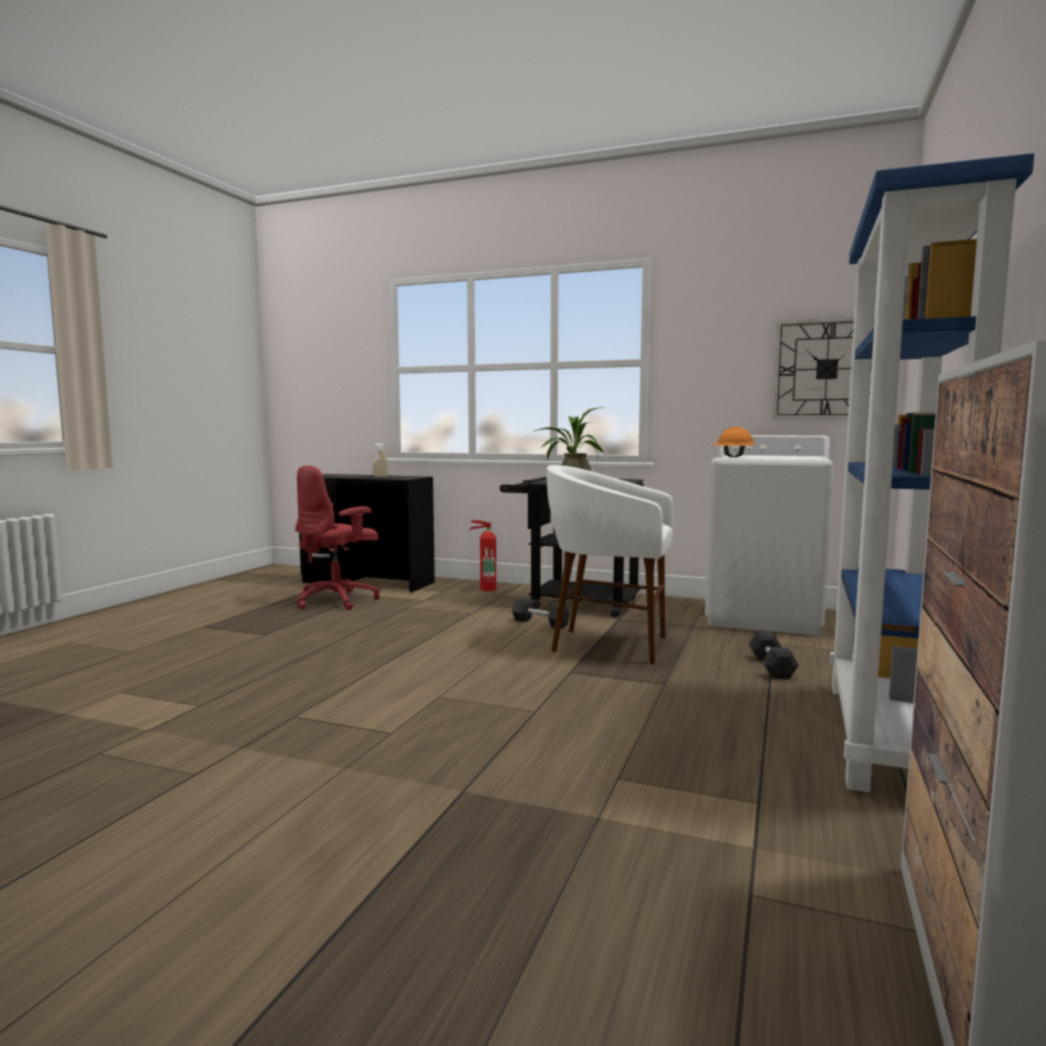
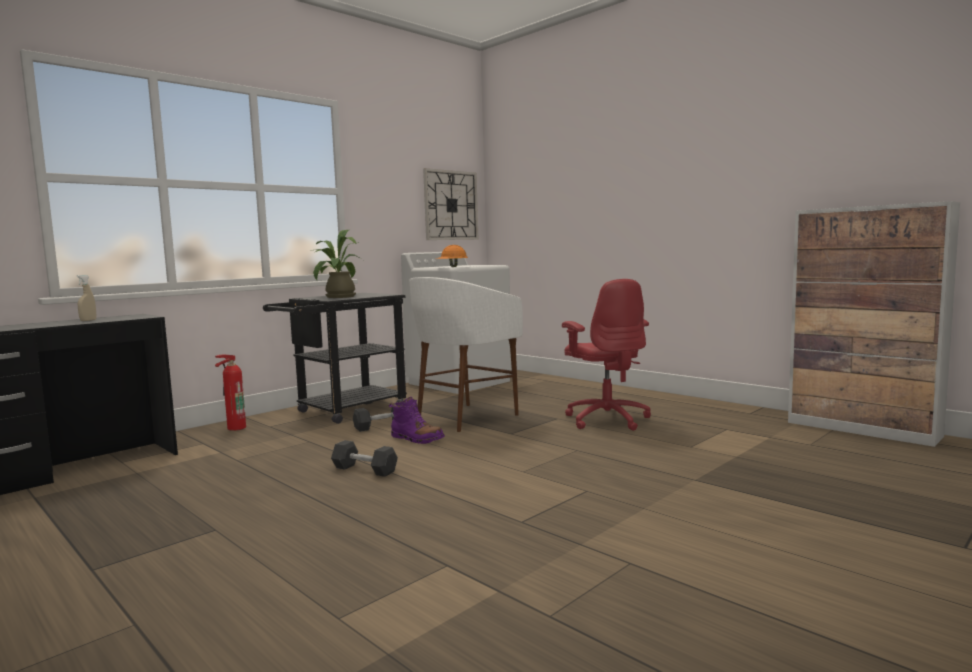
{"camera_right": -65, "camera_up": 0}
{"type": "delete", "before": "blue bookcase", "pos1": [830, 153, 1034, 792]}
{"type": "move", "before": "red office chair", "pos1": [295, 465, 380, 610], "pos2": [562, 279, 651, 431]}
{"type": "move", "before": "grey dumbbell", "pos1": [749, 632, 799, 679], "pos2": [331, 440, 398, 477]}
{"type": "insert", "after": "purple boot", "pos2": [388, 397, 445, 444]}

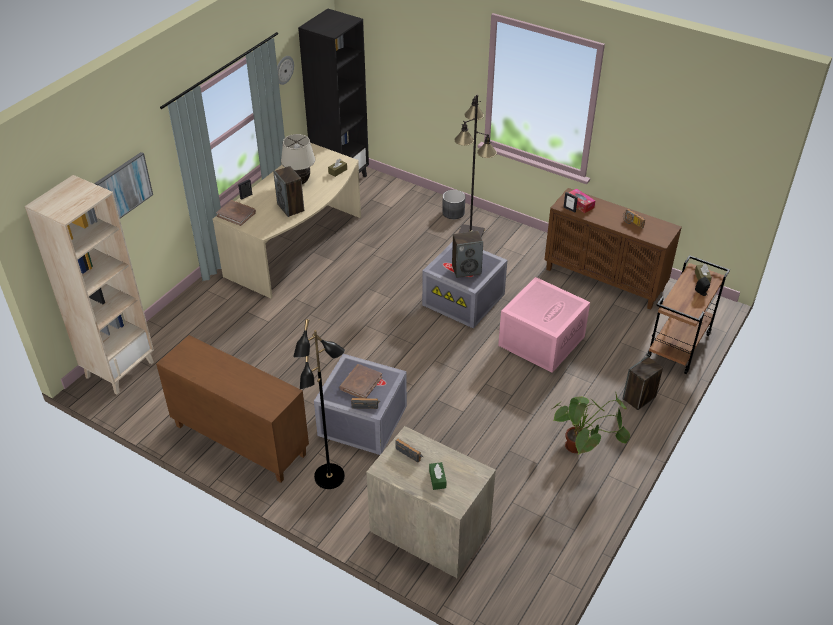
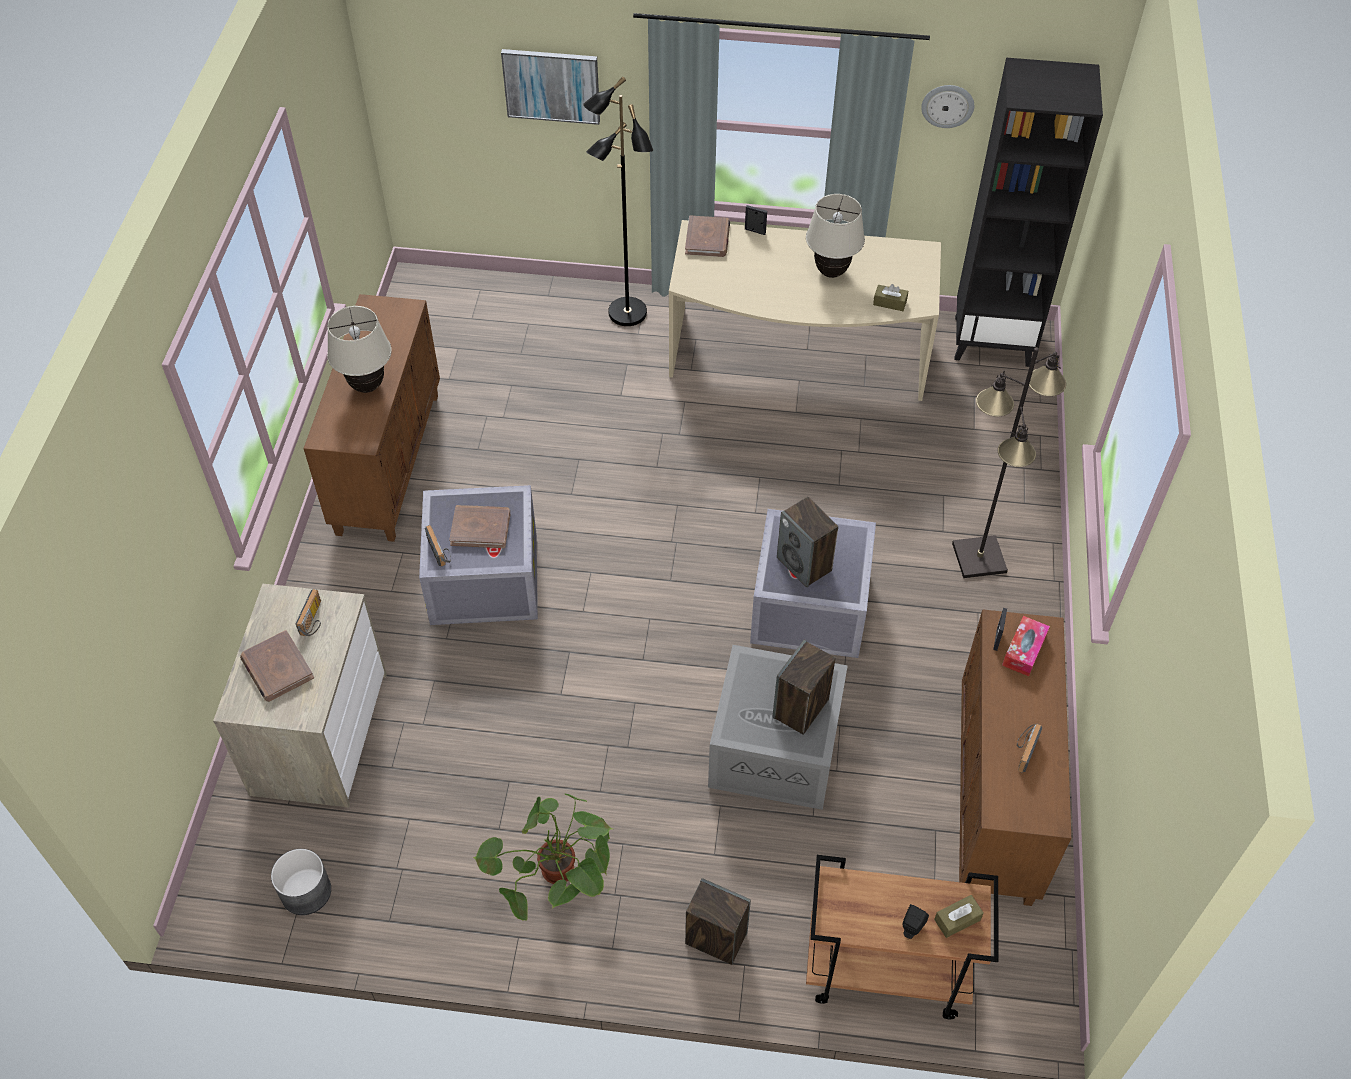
{"camera_right": 65, "camera_up": 10}
{"type": "move", "before": "speaker", "pos1": [273, 166, 304, 217], "pos2": [773, 640, 836, 735]}
{"type": "delete", "before": "beige bookcase", "pos1": [25, 175, 154, 394]}
{"type": "move", "before": "grey planter", "pos1": [442, 190, 465, 219], "pos2": [271, 849, 331, 915]}
{"type": "recolor", "before": "pink storage box", "after": "grey storage box", "pos1": [498, 277, 590, 373], "pos2": [708, 645, 848, 810]}
{"type": "move", "before": "black floor lamp", "pos1": [293, 319, 345, 489], "pos2": [583, 76, 653, 326]}
{"type": "replace", "before": "green tissue box", "after": "brown book", "pos1": [429, 462, 446, 490], "pos2": [240, 630, 314, 702]}
{"type": "insert", "after": "beige table lamp", "pos2": [327, 306, 392, 393]}

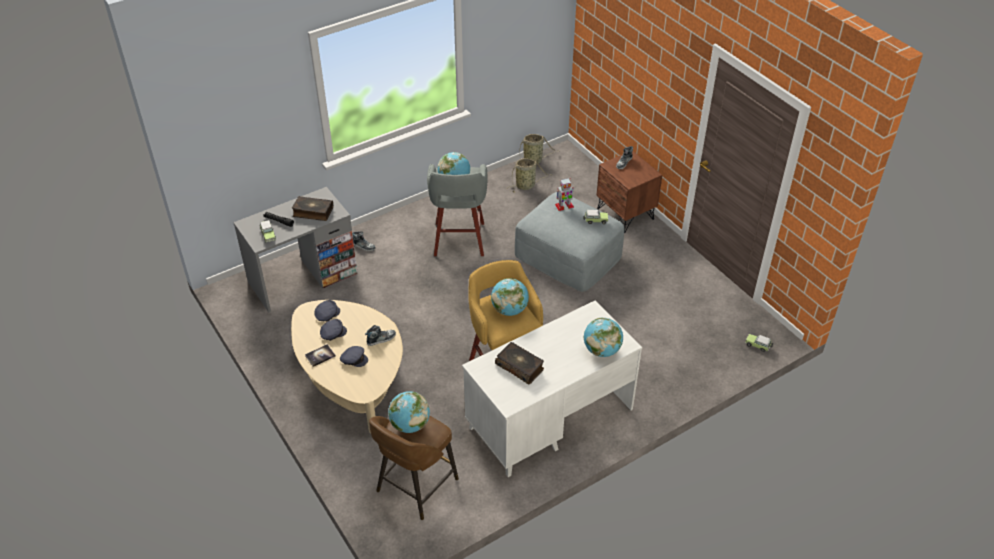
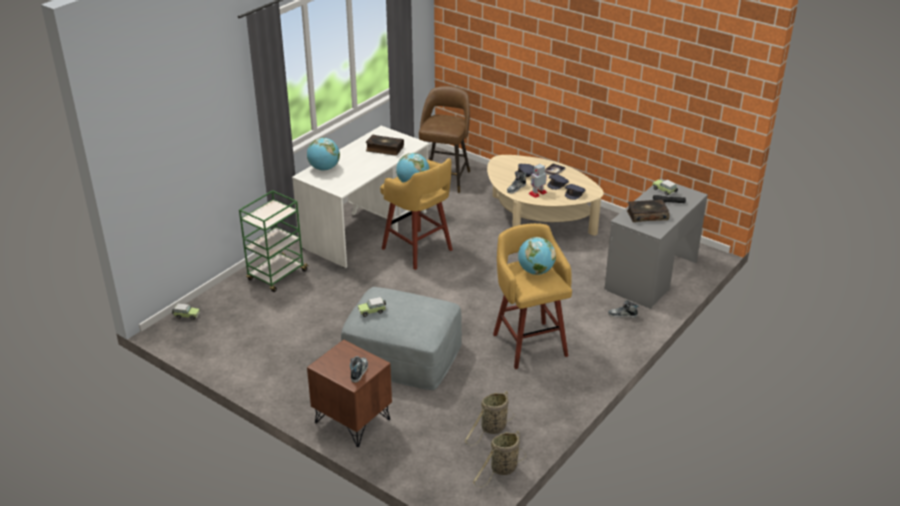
{"camera_right": 160, "camera_up": -10}
{"type": "recolor", "before": "grey stool", "after": "yellow stool", "pos1": [427, 164, 488, 256], "pos2": [493, 223, 572, 369]}
{"type": "move", "before": "toy robot", "pos1": [555, 178, 574, 211], "pos2": [529, 164, 547, 198]}
{"type": "delete", "before": "globe", "pos1": [388, 391, 430, 433]}
{"type": "insert", "after": "green cart", "pos2": [239, 190, 309, 292]}

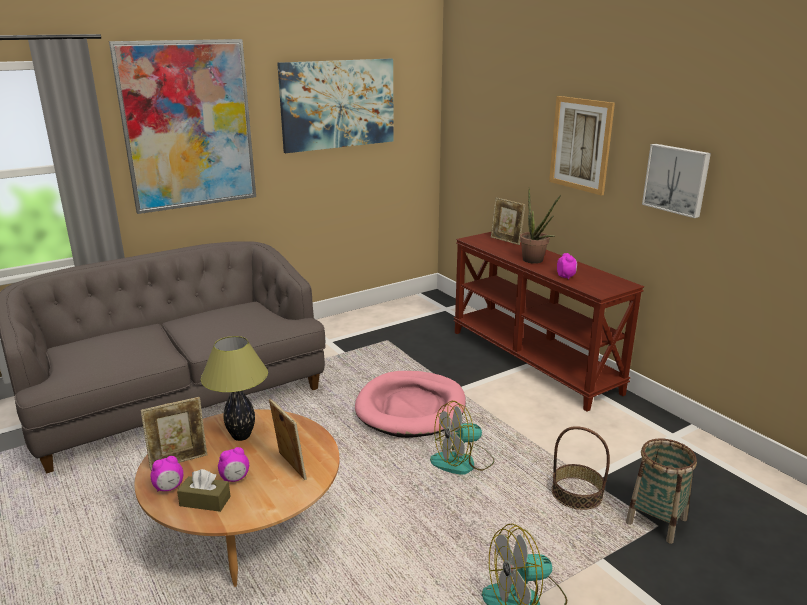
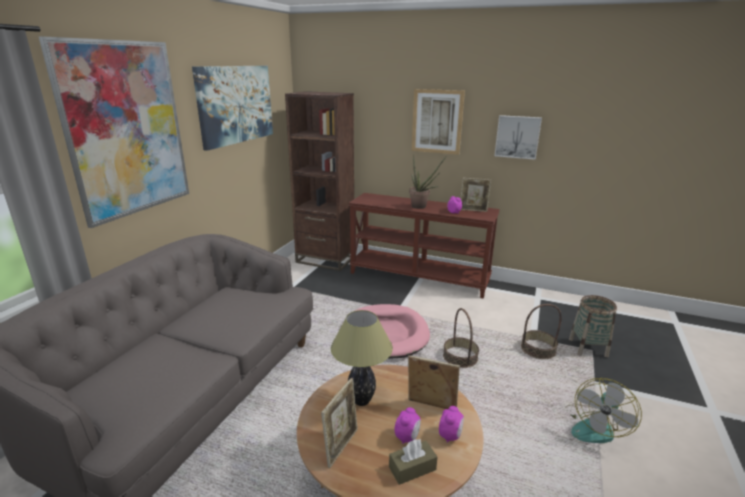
{"camera_right": -35, "camera_up": 0}
{"type": "move", "before": "picture frame", "pos1": [491, 197, 525, 245], "pos2": [461, 178, 491, 212]}
{"type": "replace", "before": "fan", "after": "basket", "pos1": [430, 401, 494, 475], "pos2": [443, 308, 479, 368]}
{"type": "move", "before": "alarm clock", "pos1": [150, 456, 184, 492], "pos2": [439, 406, 464, 443]}
{"type": "insert", "after": "brown bookcase", "pos2": [285, 91, 354, 271]}

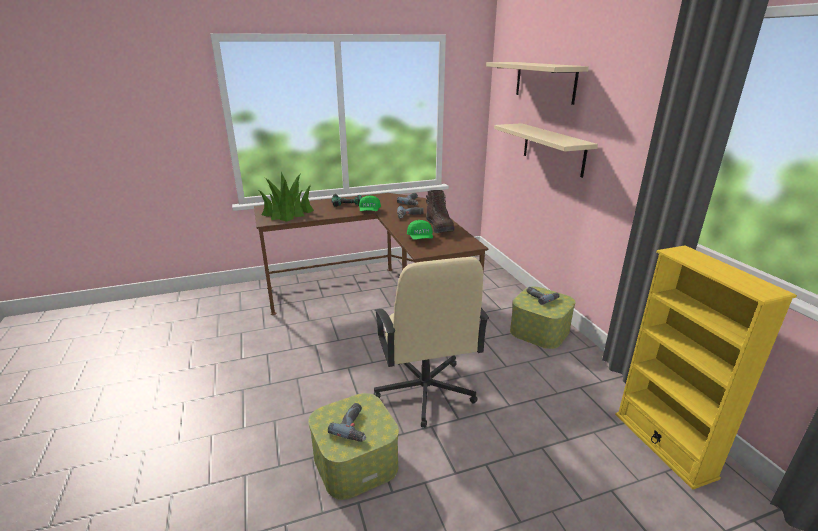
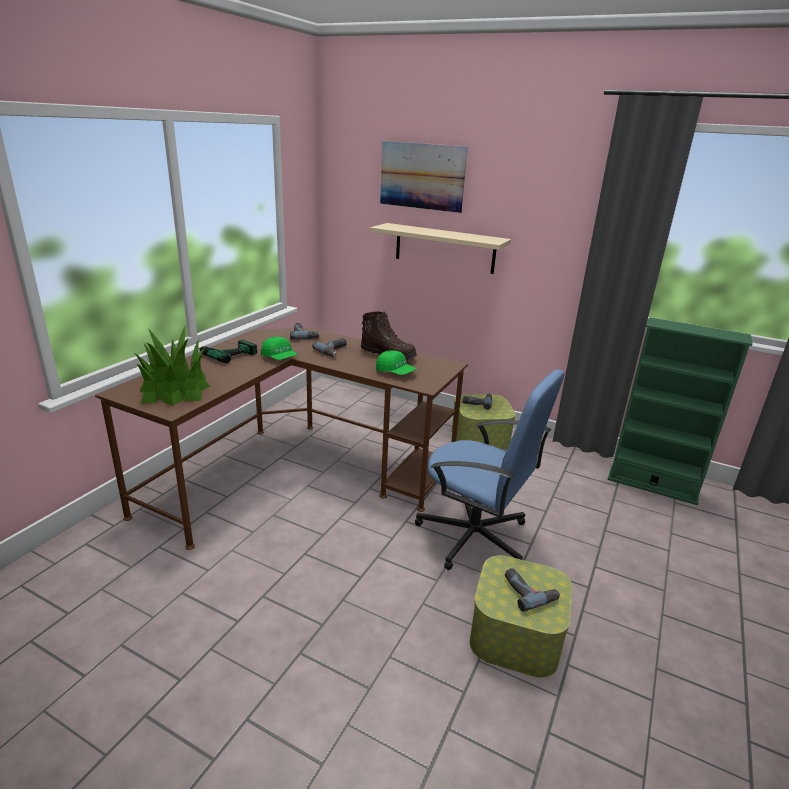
{"camera_right": -45, "camera_up": 0}
{"type": "replace", "before": "beige shelf", "after": "picture", "pos1": [486, 62, 589, 105], "pos2": [380, 141, 468, 213]}
{"type": "recolor", "before": "yellow bookcase", "after": "green bookcase", "pos1": [615, 245, 797, 490], "pos2": [607, 317, 753, 505]}
{"type": "recolor", "before": "beige office chair", "after": "blue office chair", "pos1": [374, 257, 489, 428], "pos2": [415, 369, 565, 570]}

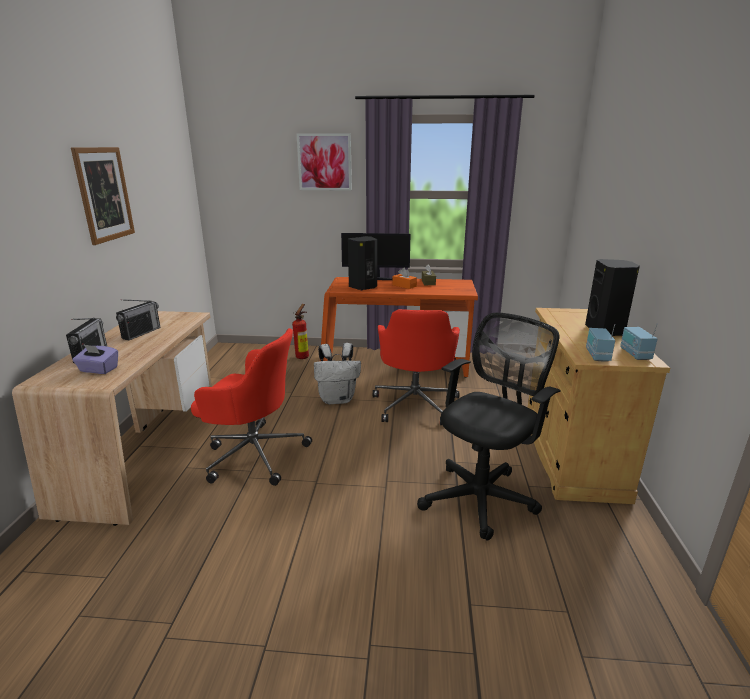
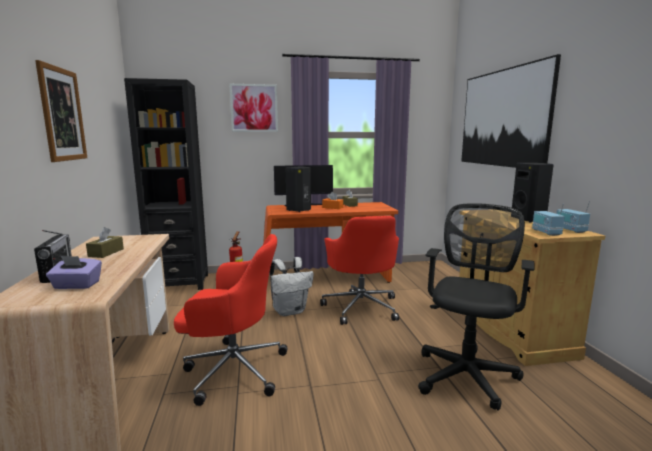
{"camera_right": -15, "camera_up": -10}
{"type": "replace", "before": "radio", "after": "brown tissue box", "pos1": [116, 299, 161, 340], "pos2": [86, 227, 124, 258]}
{"type": "insert", "after": "picture", "pos2": [461, 54, 561, 168]}
{"type": "insert", "after": "black bookcase", "pos2": [124, 78, 208, 290]}

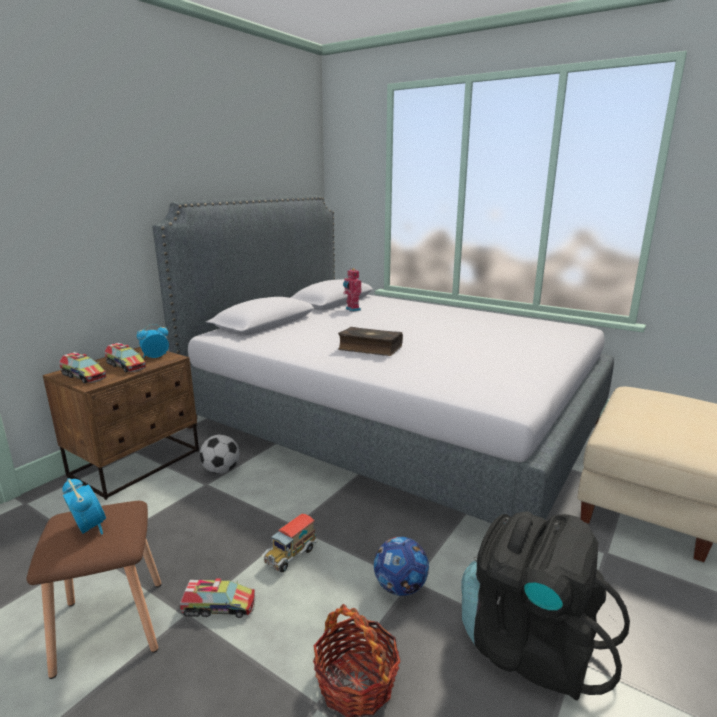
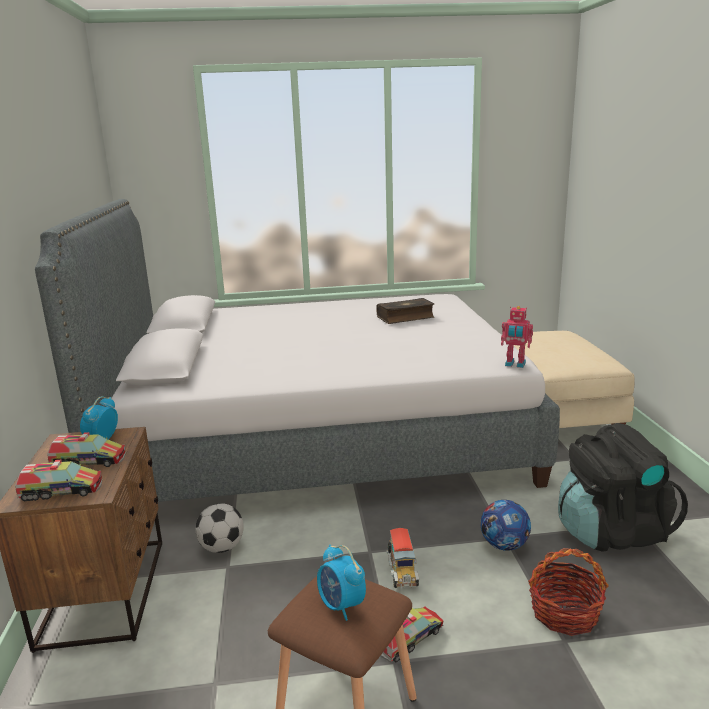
{"camera_right": -40, "camera_up": 0}
{"type": "move", "before": "toy robot", "pos1": [343, 268, 361, 312], "pos2": [501, 306, 533, 368]}
{"type": "move", "before": "book", "pos1": [338, 327, 403, 356], "pos2": [376, 298, 434, 324]}
{"type": "rotate", "before": "alarm clock", "pos1": [62, 478, 106, 535], "pos2": [317, 545, 366, 621], "turn": -135}

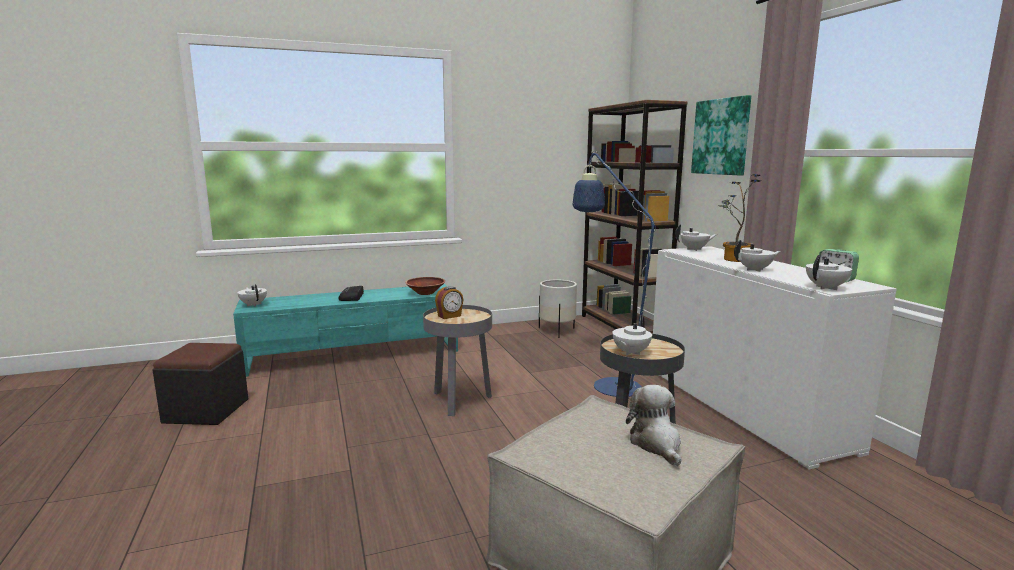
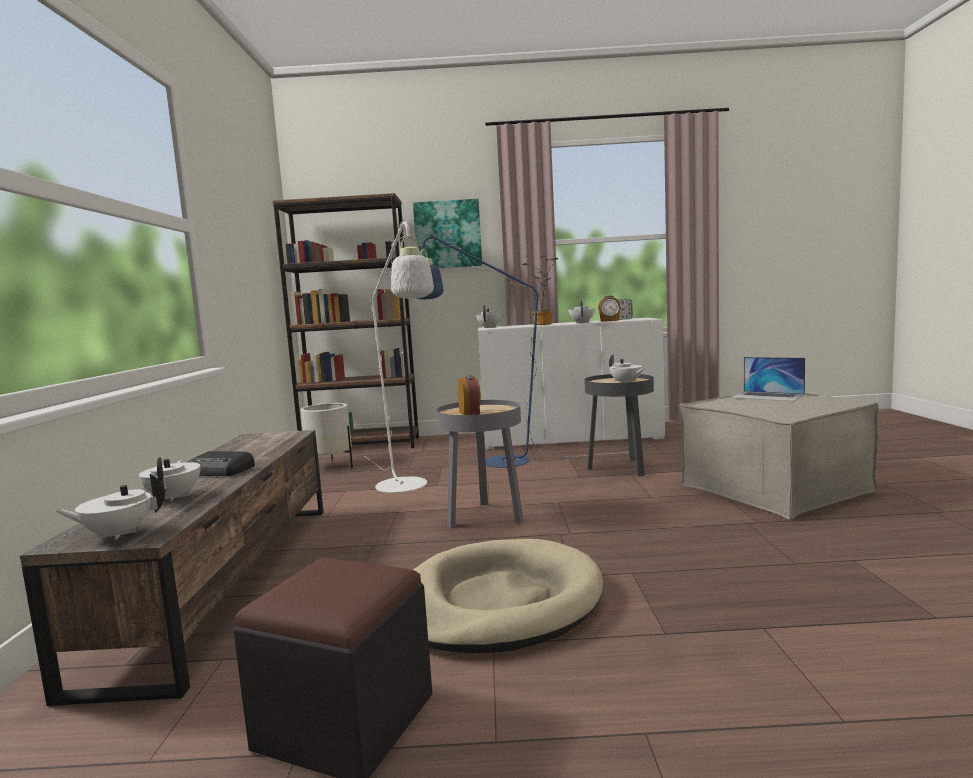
{"camera_right": -70, "camera_up": -5}
{"type": "move", "before": "white teapot", "pos1": [806, 255, 852, 290], "pos2": [139, 457, 200, 502]}
{"type": "delete", "before": "brown bowl", "pos1": [405, 277, 445, 295]}
{"type": "recolor", "before": "turquoise tv stand", "after": "brown tv stand", "pos1": [233, 284, 458, 377], "pos2": [20, 430, 324, 706]}
{"type": "replace", "before": "plush toy", "after": "laptop", "pos1": [626, 385, 681, 466], "pos2": [731, 357, 805, 401]}
{"type": "insert", "after": "white floor lamp", "pos2": [364, 220, 434, 493]}
{"type": "insert", "after": "alarm clock", "pos2": [598, 295, 621, 322]}
{"type": "insert", "after": "beige dog bed", "pos2": [413, 539, 603, 653]}

